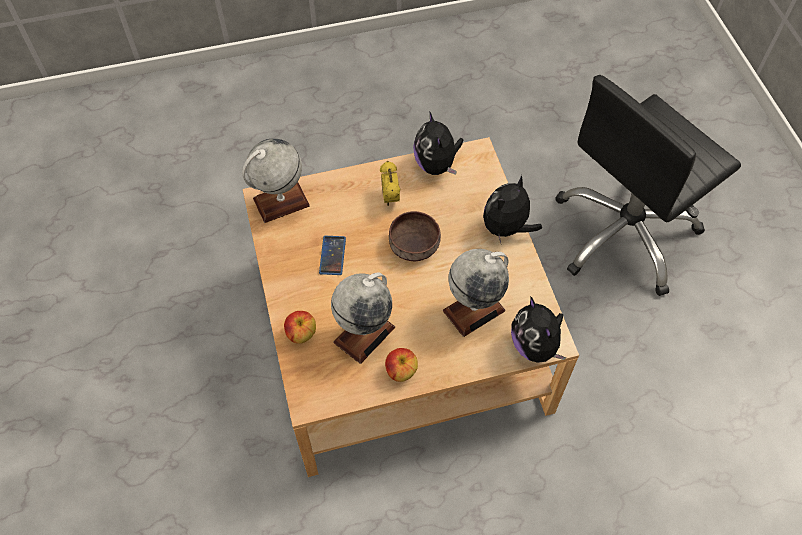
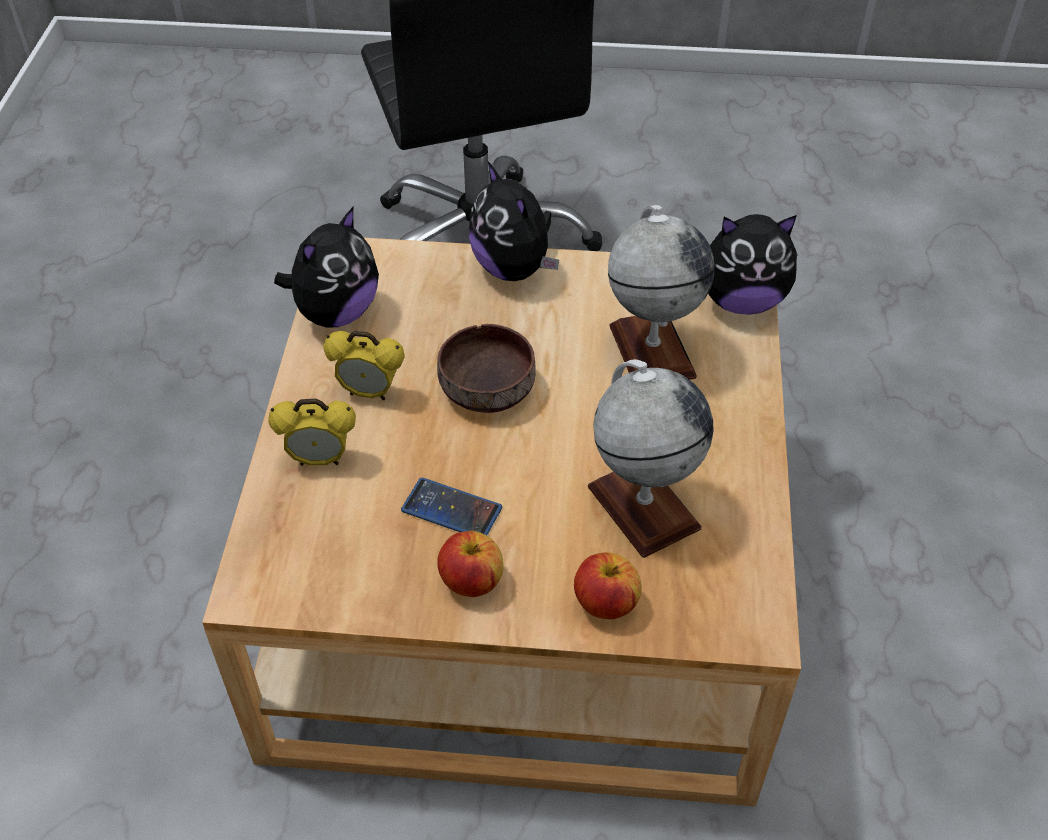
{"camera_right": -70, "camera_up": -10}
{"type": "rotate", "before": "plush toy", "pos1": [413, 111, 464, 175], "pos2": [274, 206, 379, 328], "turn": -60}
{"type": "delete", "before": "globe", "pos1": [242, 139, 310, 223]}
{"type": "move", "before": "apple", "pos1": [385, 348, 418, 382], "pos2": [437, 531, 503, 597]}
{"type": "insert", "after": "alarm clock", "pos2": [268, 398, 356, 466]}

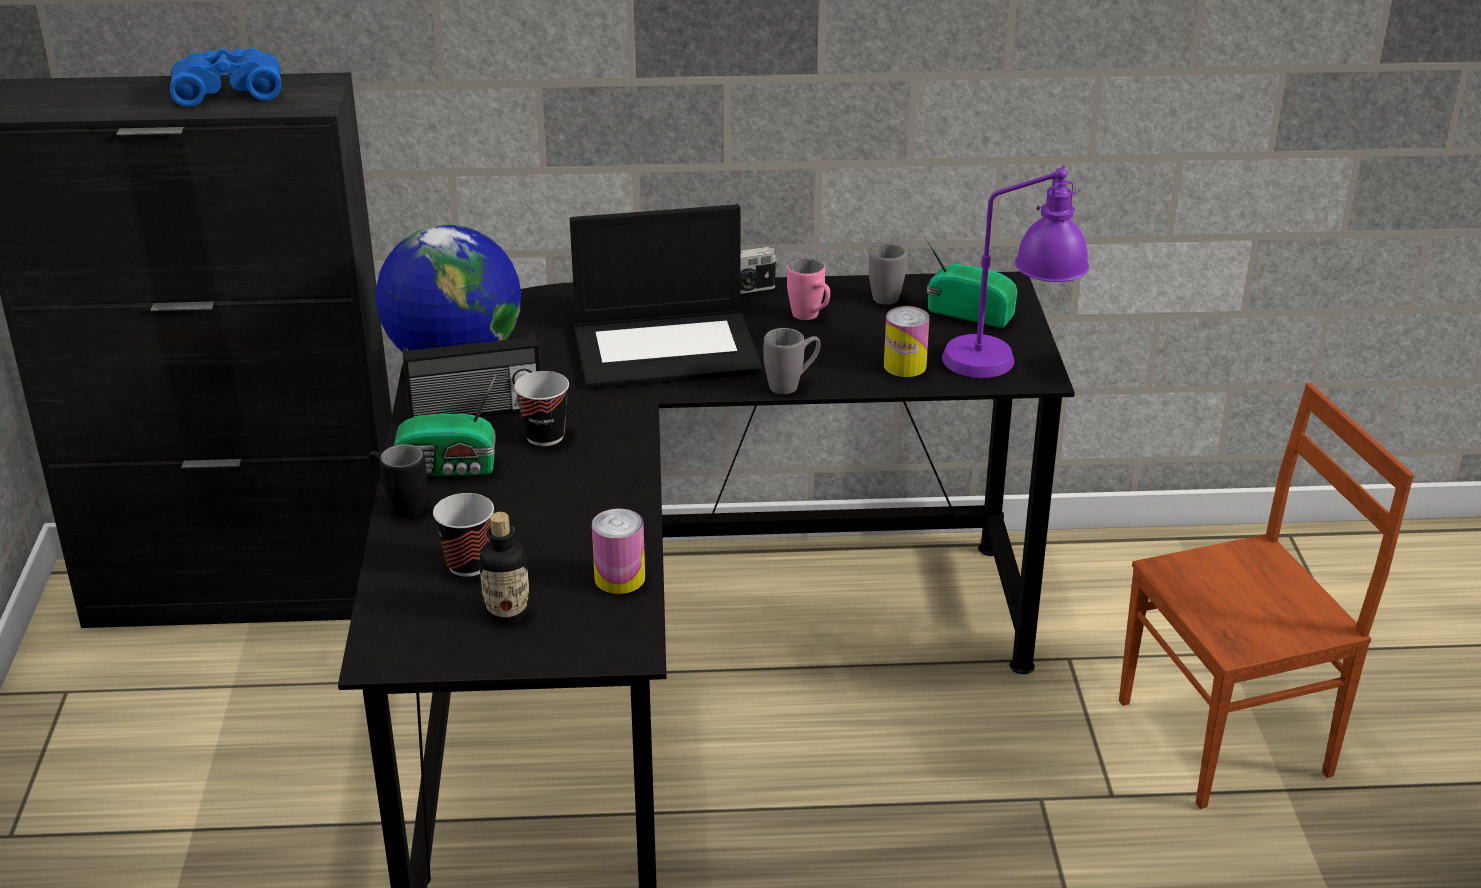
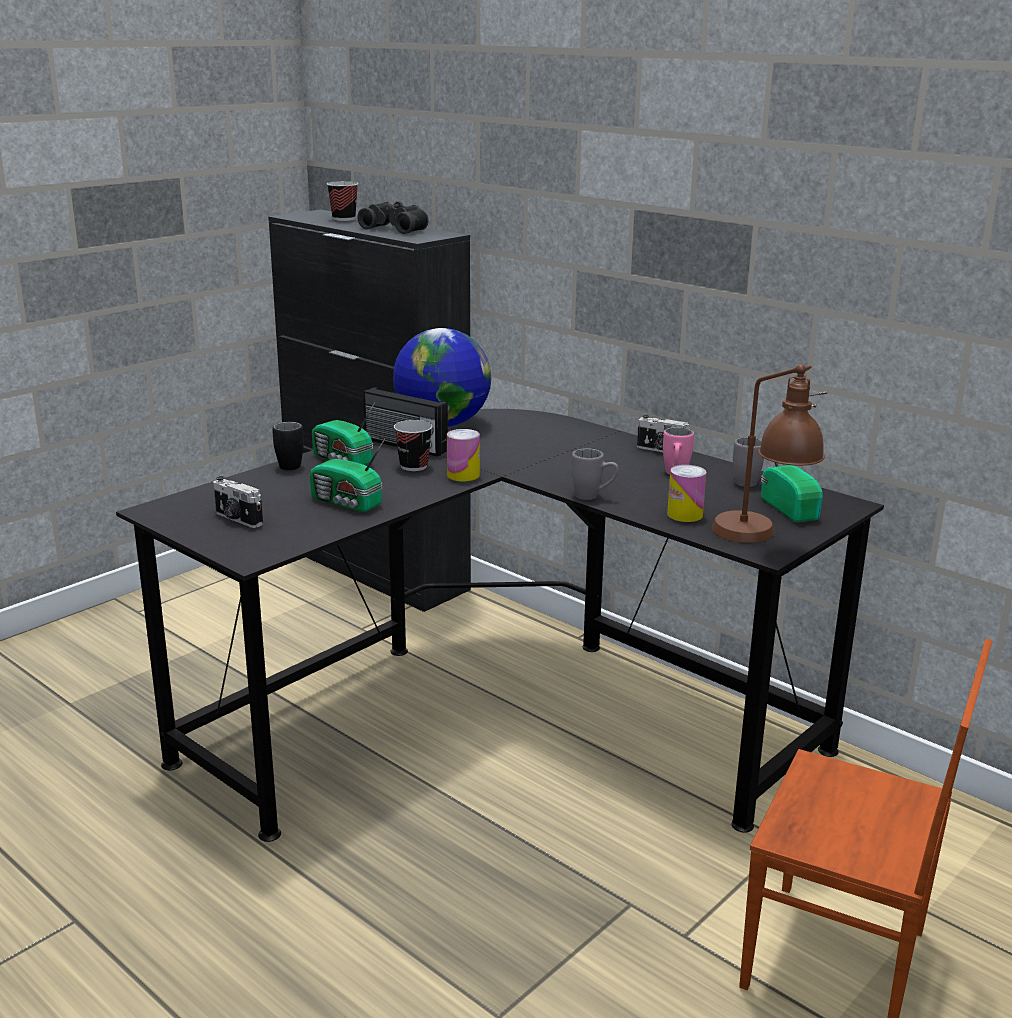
{"camera_right": 45, "camera_up": -10}
{"type": "recolor", "before": "blue binoculars", "after": "black binoculars", "pos1": [170, 48, 281, 107], "pos2": [358, 201, 429, 234]}
{"type": "recolor", "before": "purple table lamp", "after": "brown table lamp", "pos1": [942, 165, 1089, 378], "pos2": [712, 364, 827, 543]}
{"type": "delete", "before": "laptop", "pos1": [570, 204, 763, 390]}
{"type": "move", "before": "cup", "pos1": [433, 493, 494, 577], "pos2": [327, 181, 358, 221]}
{"type": "move", "before": "can", "pos1": [592, 509, 645, 594], "pos2": [447, 429, 480, 482]}
{"type": "replace", "before": "bottle", "after": "photo camera", "pos1": [479, 512, 530, 623], "pos2": [213, 476, 263, 528]}
{"type": "insert", "after": "radio", "pos2": [310, 439, 385, 512]}

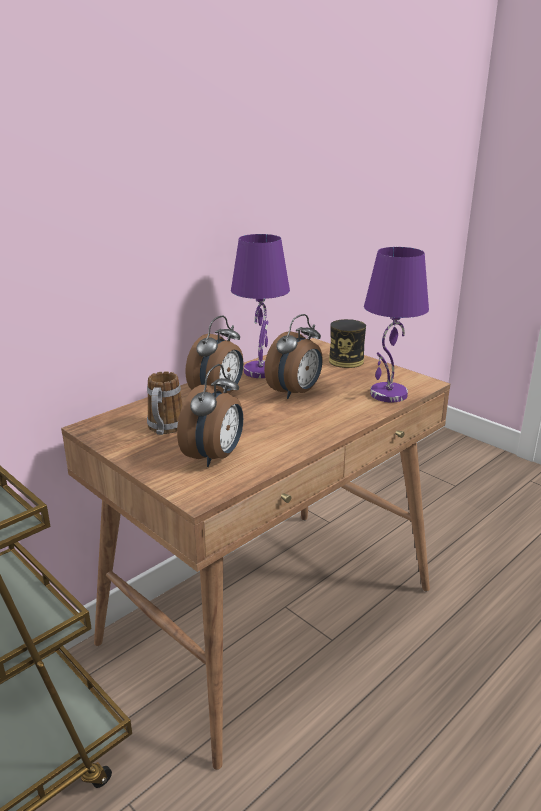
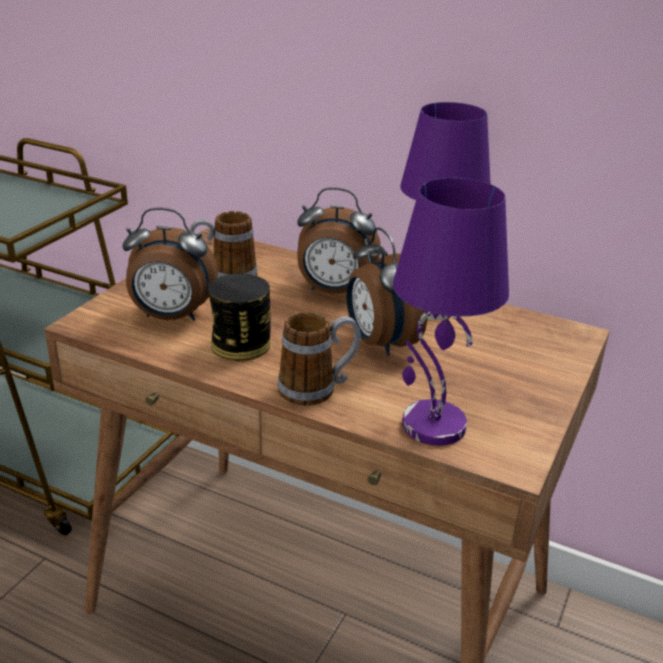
{"camera_right": 70, "camera_up": 5}
{"type": "rotate", "before": "alarm clock", "pos1": [264, 314, 323, 399], "pos2": [346, 227, 428, 356], "turn": 45}
{"type": "move", "before": "can", "pos1": [329, 319, 366, 368], "pos2": [208, 274, 271, 361]}
{"type": "insert", "after": "mug", "pos2": [277, 312, 361, 406]}

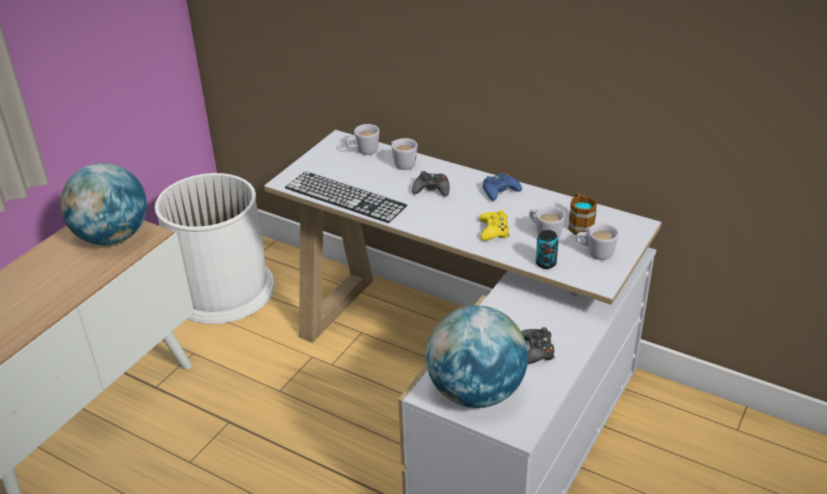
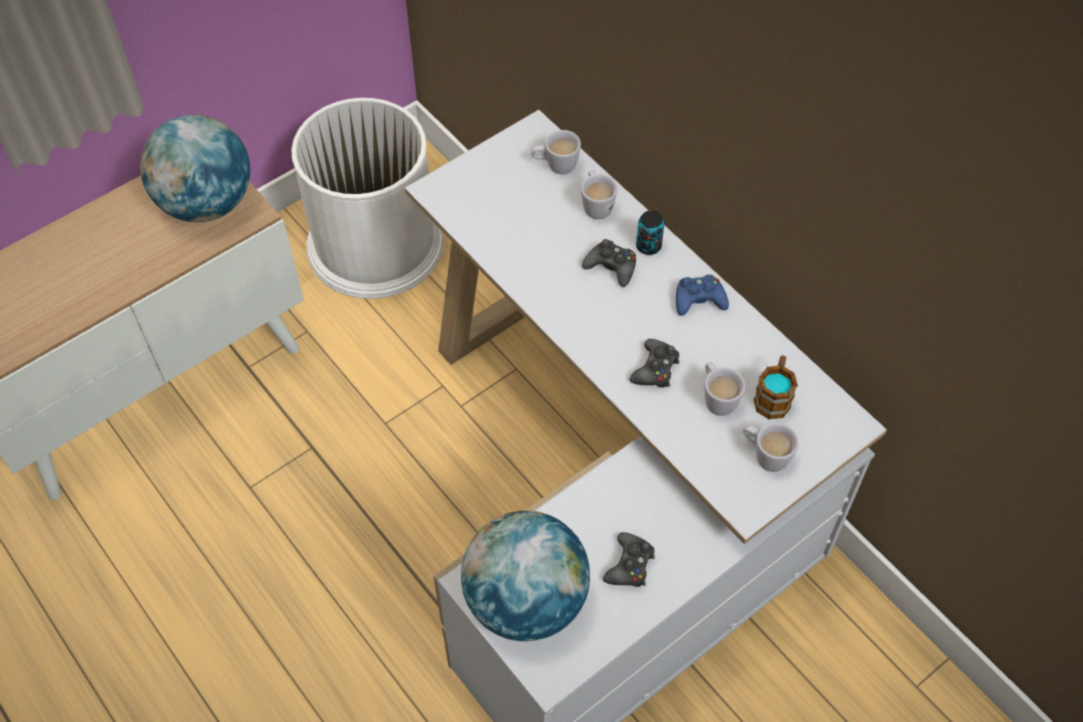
{"camera_right": 20, "camera_up": 20}
{"type": "delete", "before": "keyboard", "pos1": [285, 171, 407, 223]}
{"type": "recolor", "before": "yellow game controller", "after": "black game controller", "pos1": [479, 210, 509, 241], "pos2": [630, 339, 680, 388]}
{"type": "move", "before": "can", "pos1": [536, 230, 559, 269], "pos2": [636, 210, 664, 255]}

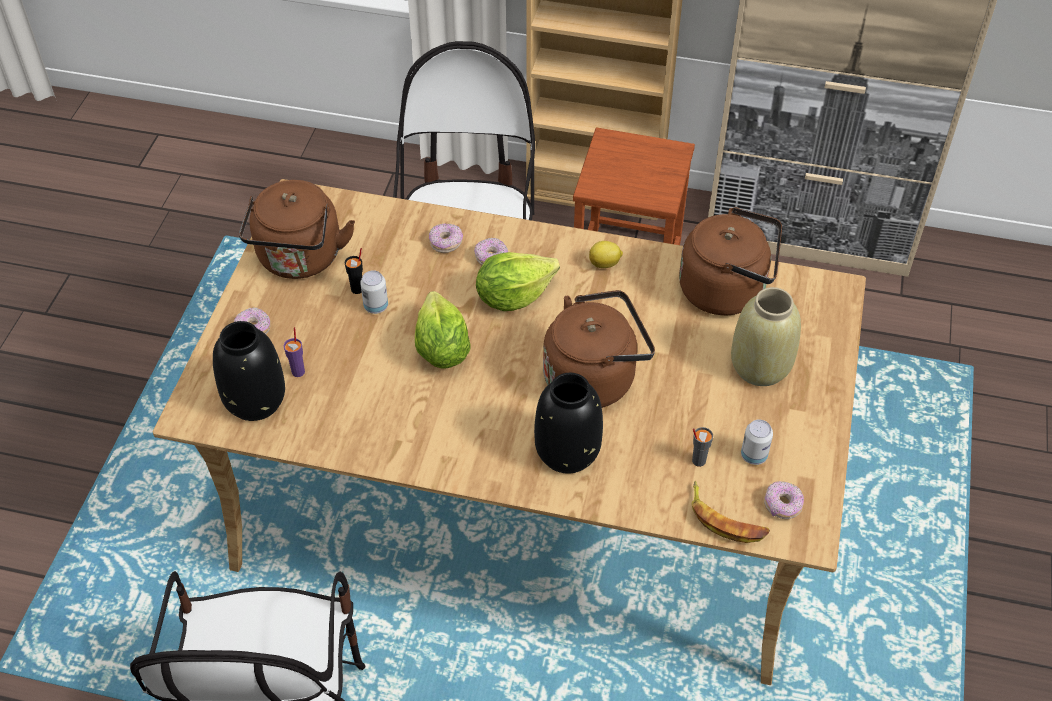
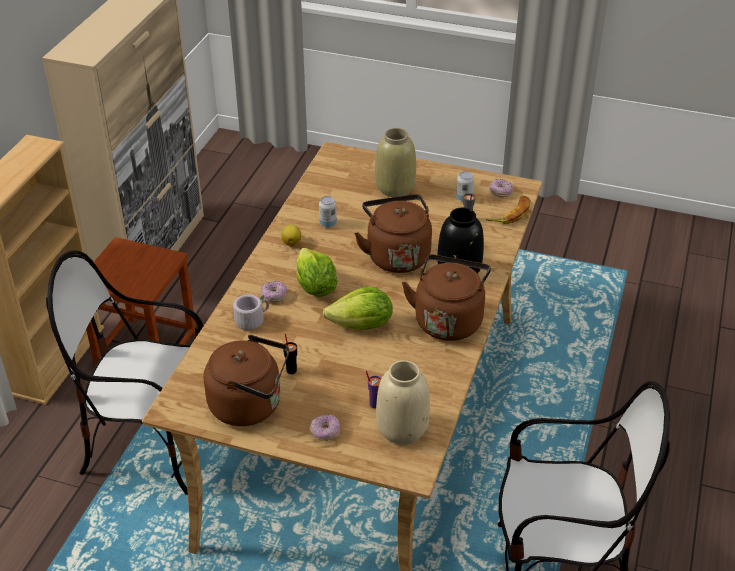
{"camera_right": -85, "camera_up": -10}
{"type": "move", "before": "brown kettle", "pos1": [679, 207, 782, 315], "pos2": [402, 255, 491, 341]}
{"type": "replace", "before": "donut", "after": "grey mug", "pos1": [429, 223, 463, 253], "pos2": [233, 294, 269, 330]}
{"type": "move", "before": "can", "pos1": [360, 270, 388, 314], "pos2": [319, 196, 337, 228]}
{"type": "recolor", "before": "black vase", "after": "beige vase", "pos1": [213, 321, 285, 421], "pos2": [376, 360, 430, 445]}

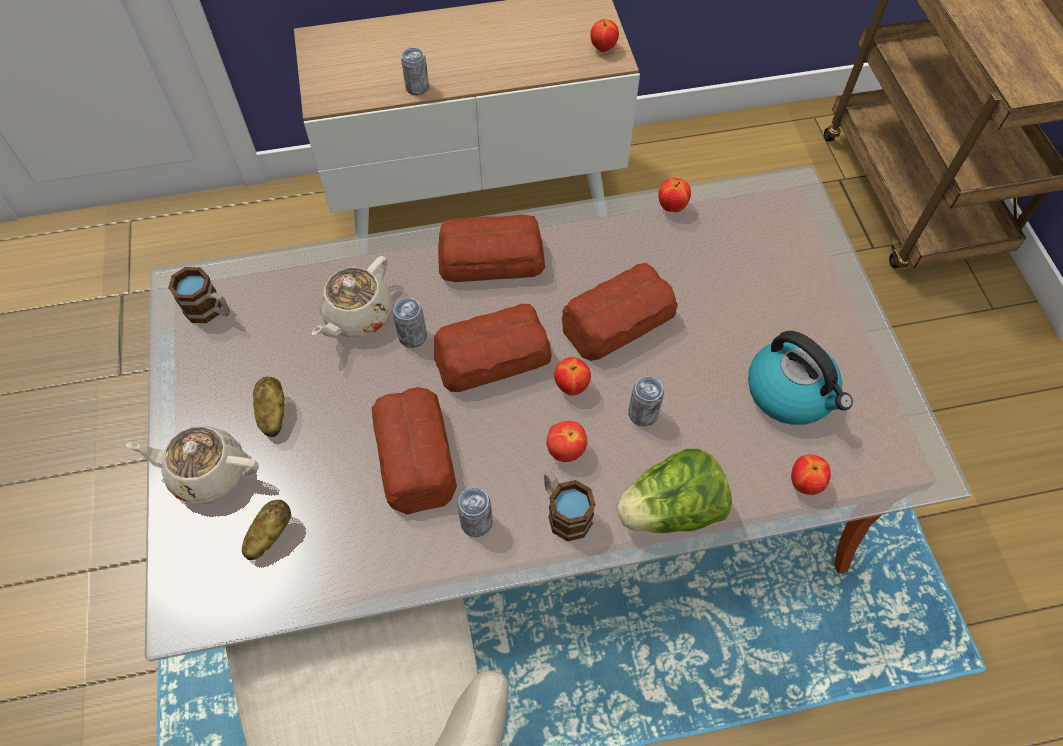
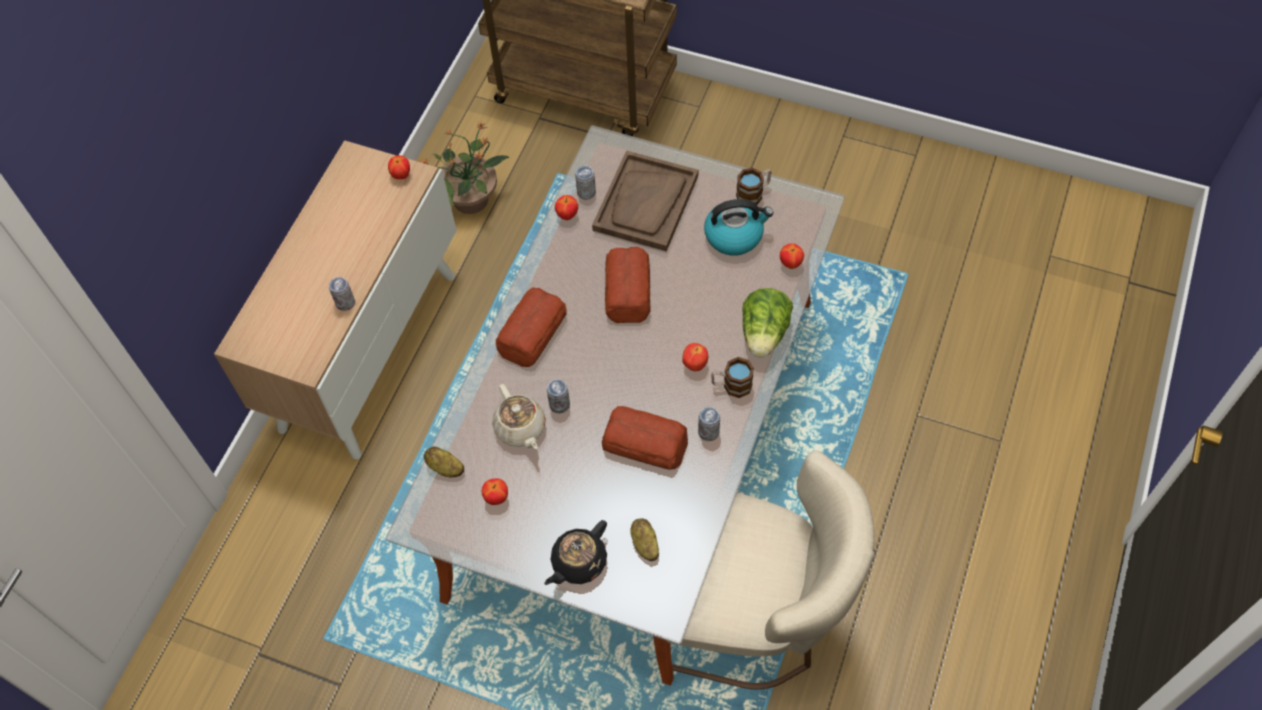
{"camera_right": -55, "camera_up": 0}
{"type": "move", "before": "mug", "pos1": [168, 267, 230, 323], "pos2": [736, 168, 772, 205]}
{"type": "delete", "before": "bread", "pos1": [434, 304, 552, 392]}
{"type": "move", "before": "apple", "pos1": [554, 357, 591, 396], "pos2": [482, 478, 508, 505]}
{"type": "move", "before": "can", "pos1": [628, 376, 664, 427], "pos2": [575, 165, 596, 200]}
{"type": "move", "before": "potato", "pos1": [253, 377, 284, 437], "pos2": [424, 447, 464, 477]}
{"type": "recolor", "before": "beige teapot", "after": "black teapot", "pos1": [126, 426, 258, 504], "pos2": [545, 520, 607, 585]}
{"type": "insert", "after": "potted plant", "pos2": [420, 121, 510, 214]}
{"type": "insert", "after": "brown tray", "pos2": [592, 150, 698, 251]}

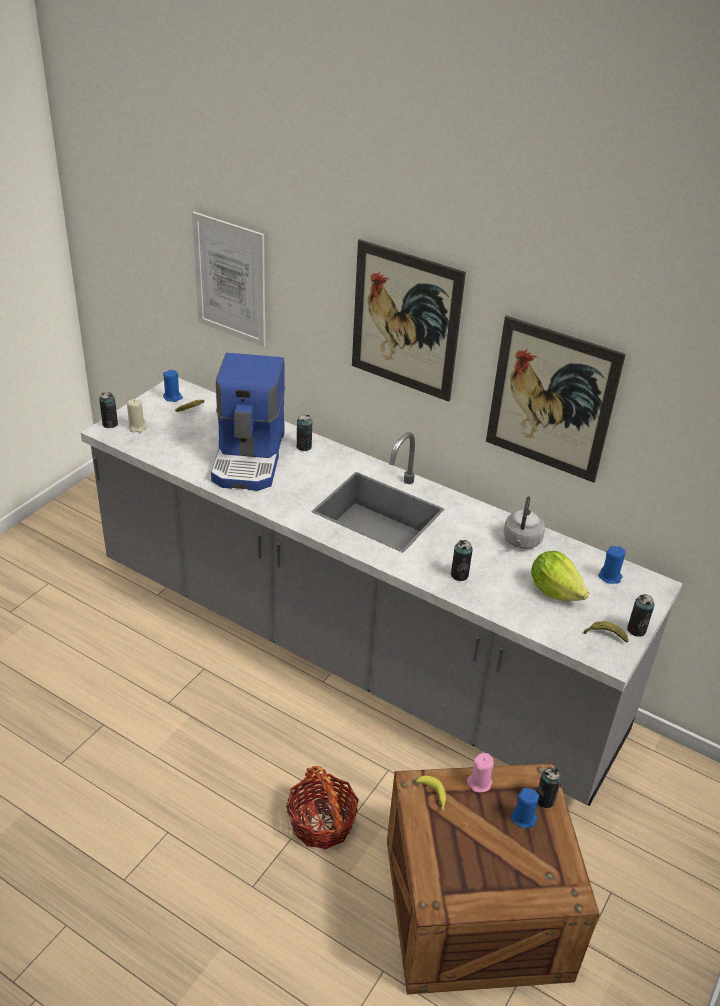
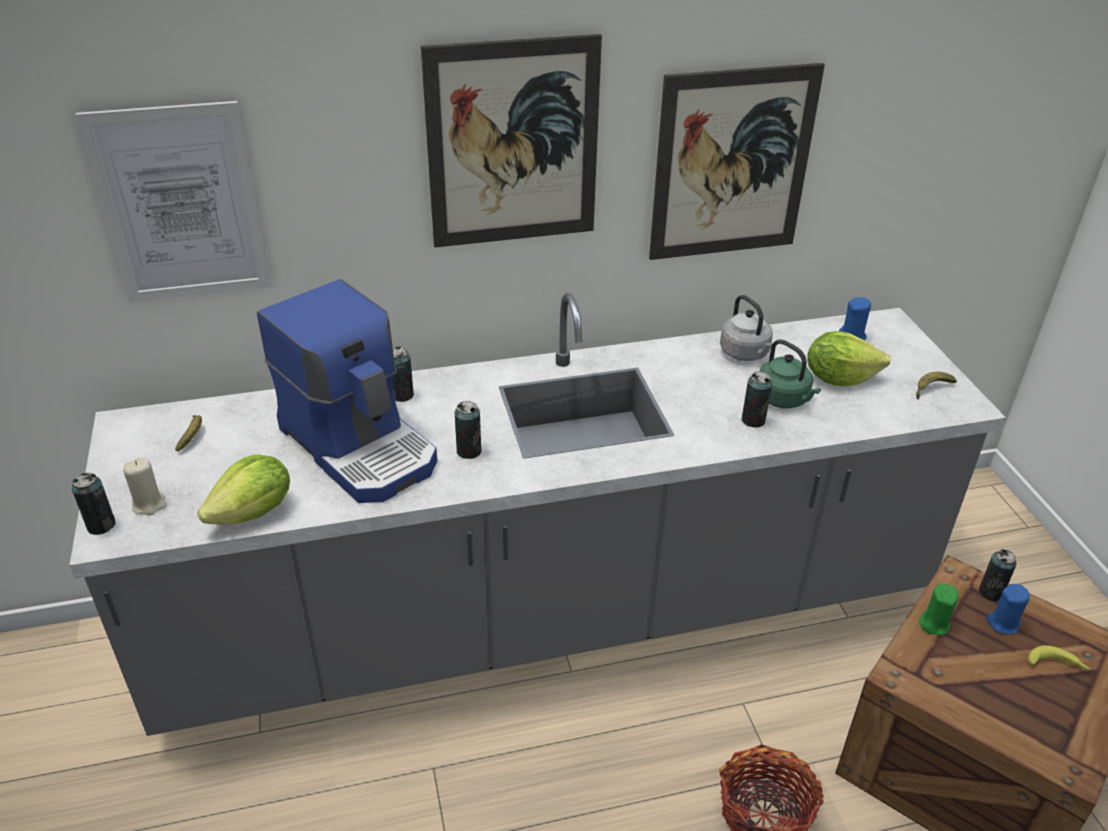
{"camera_right": -45, "camera_up": 0}
{"type": "delete", "before": "blue candle", "pos1": [163, 370, 183, 402]}
{"type": "move", "before": "can", "pos1": [627, 594, 654, 637], "pos2": [455, 401, 481, 459]}
{"type": "recolor", "before": "pink candle", "after": "green candle", "pos1": [467, 753, 494, 792], "pos2": [919, 584, 958, 636]}
{"type": "move", "before": "banana", "pos1": [416, 776, 446, 811], "pos2": [1028, 645, 1091, 671]}
{"type": "insert", "after": "green kettle", "pos2": [759, 339, 821, 408]}
{"type": "insert", "after": "lettuce", "pos2": [197, 455, 290, 524]}

